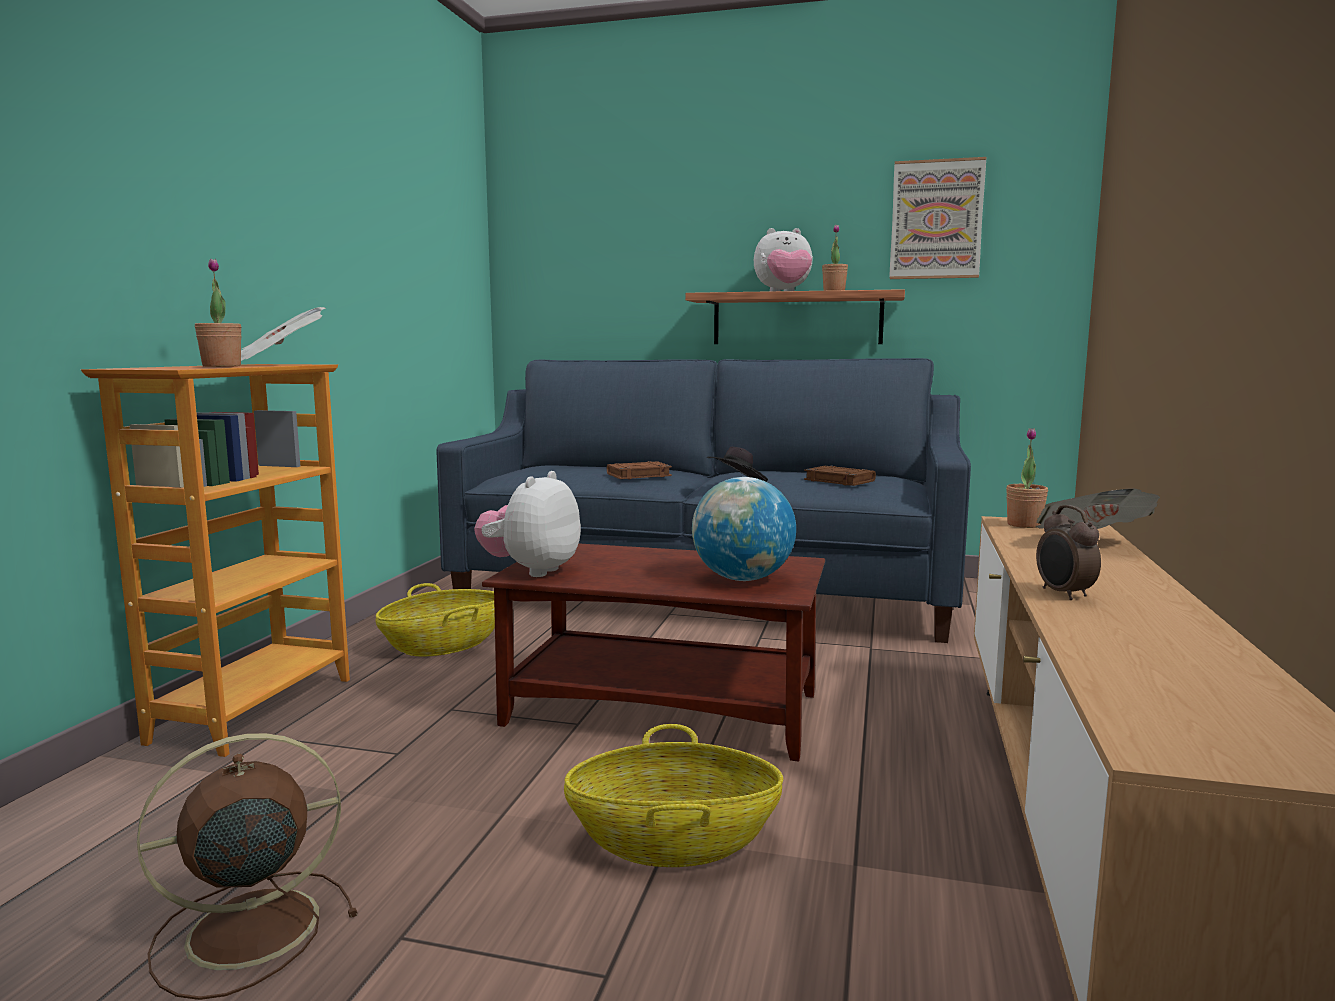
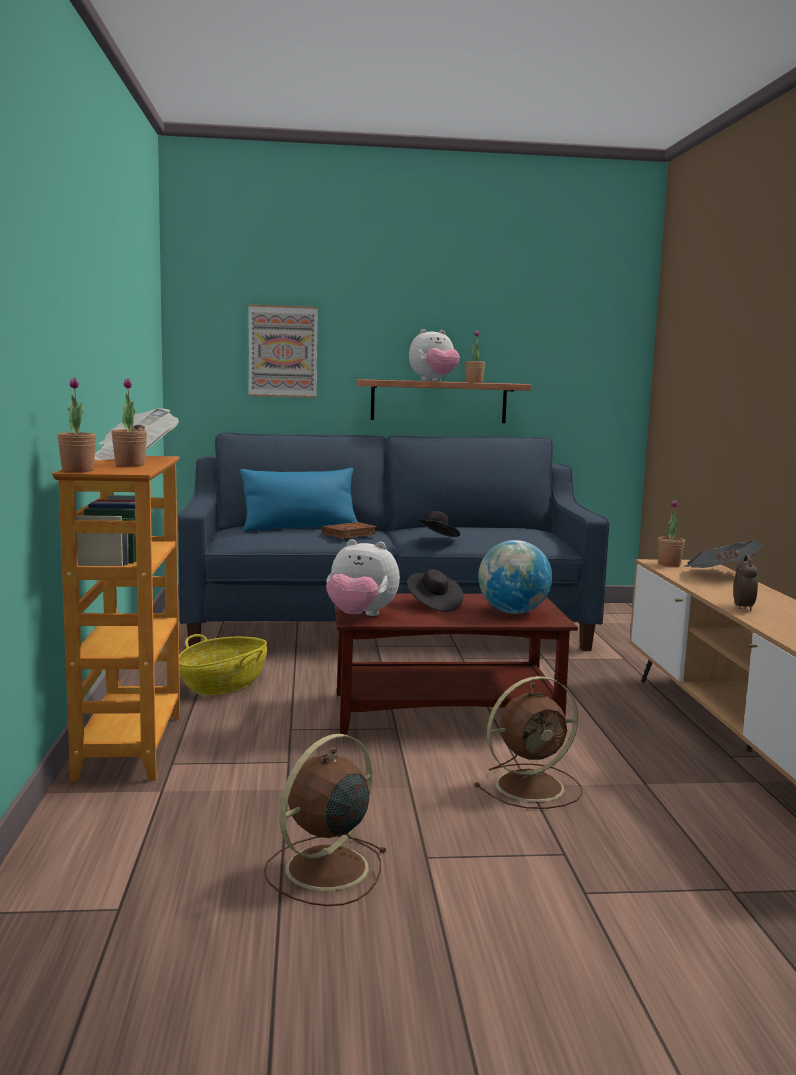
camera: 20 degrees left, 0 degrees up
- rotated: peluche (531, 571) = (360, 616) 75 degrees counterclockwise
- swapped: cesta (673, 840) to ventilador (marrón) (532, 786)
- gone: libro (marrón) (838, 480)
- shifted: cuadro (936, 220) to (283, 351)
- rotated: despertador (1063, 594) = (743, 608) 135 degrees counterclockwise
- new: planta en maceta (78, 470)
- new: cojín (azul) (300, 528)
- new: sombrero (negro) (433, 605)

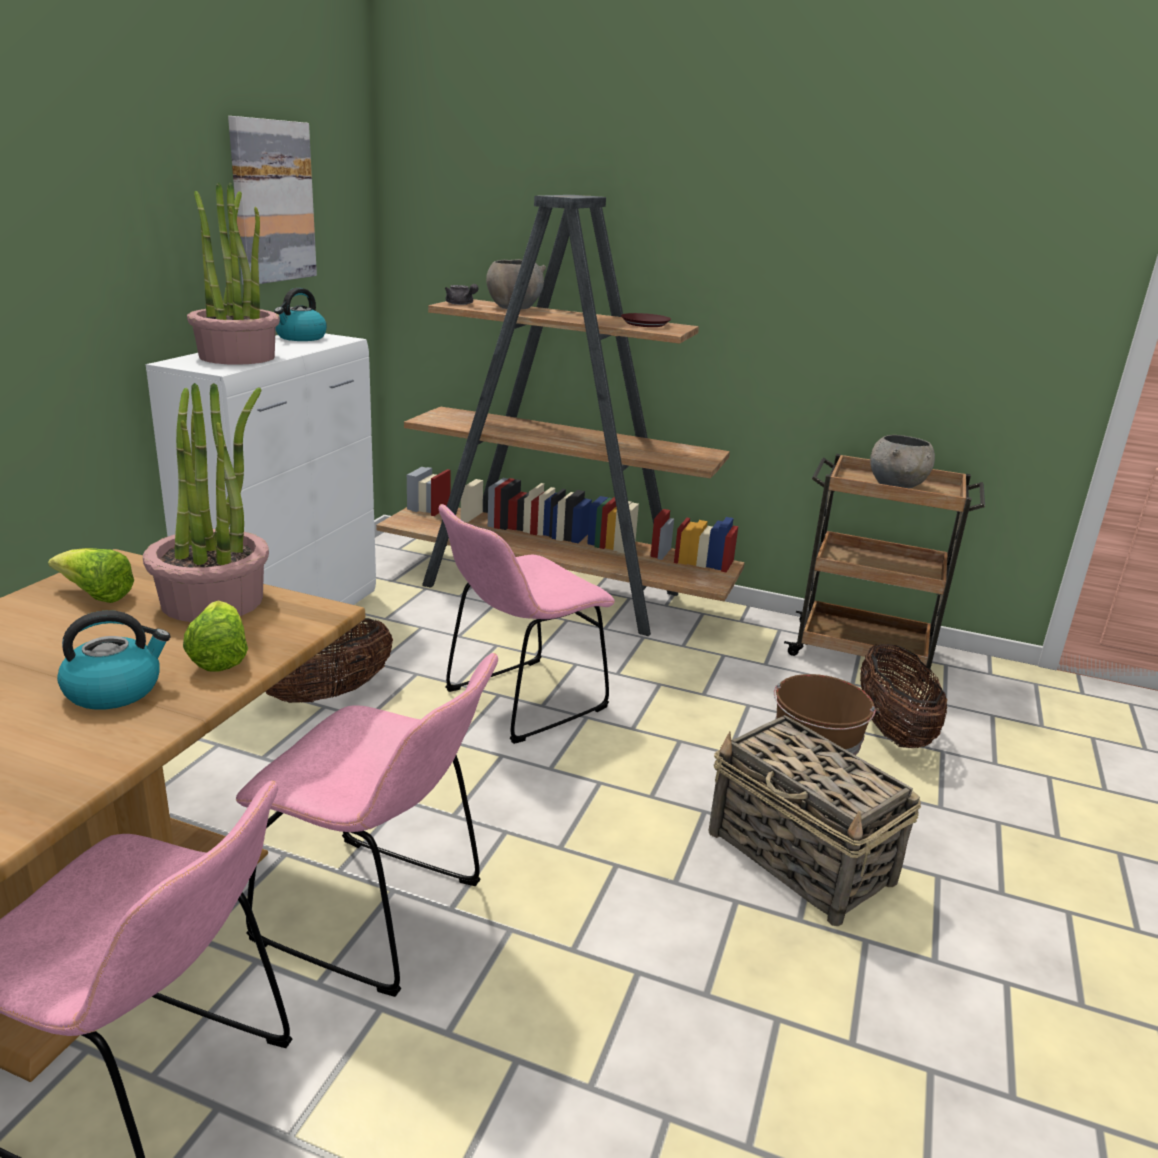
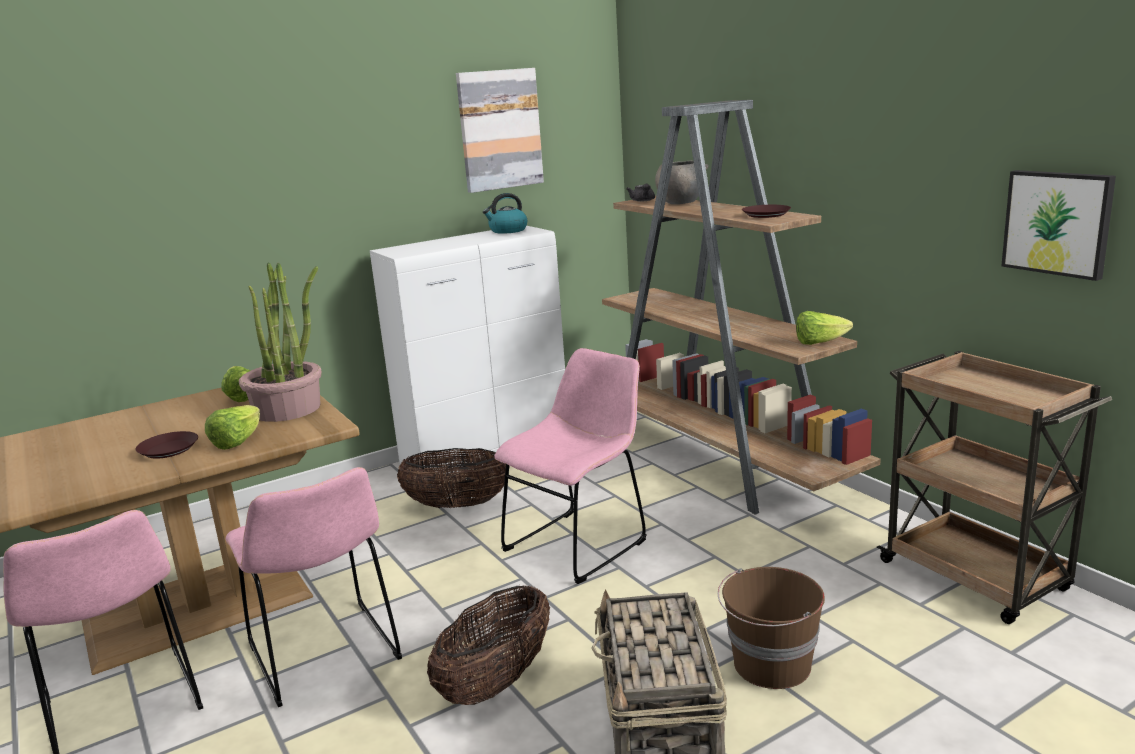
camera: 40 degrees right, 5 degrees down
- swapped: hervidor (115, 690) to plato (marrón) (168, 449)
- gone: planta en maceta (237, 356)
- rotated: silla (rosa) (519, 702) = (580, 543) 135 degrees clockwise
- shifted: cesta (892, 730) to (496, 682)
- gone: cuenco (gris) (897, 486)
- new: lechuga (819, 343)
- new: cuadro (1058, 223)

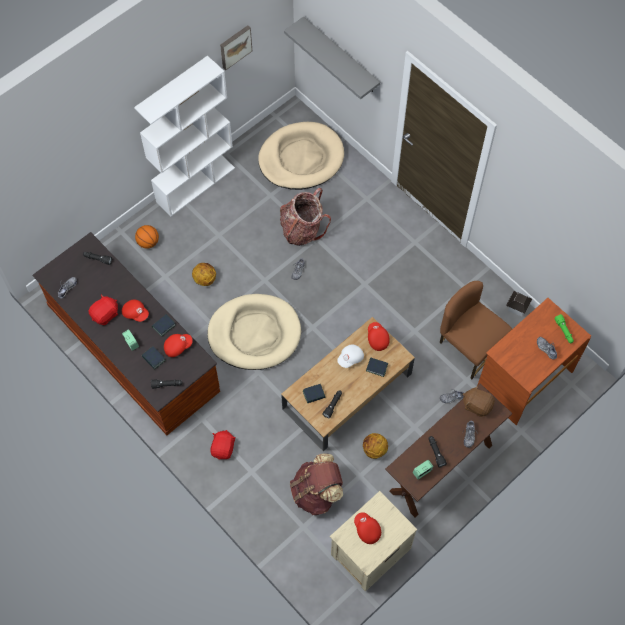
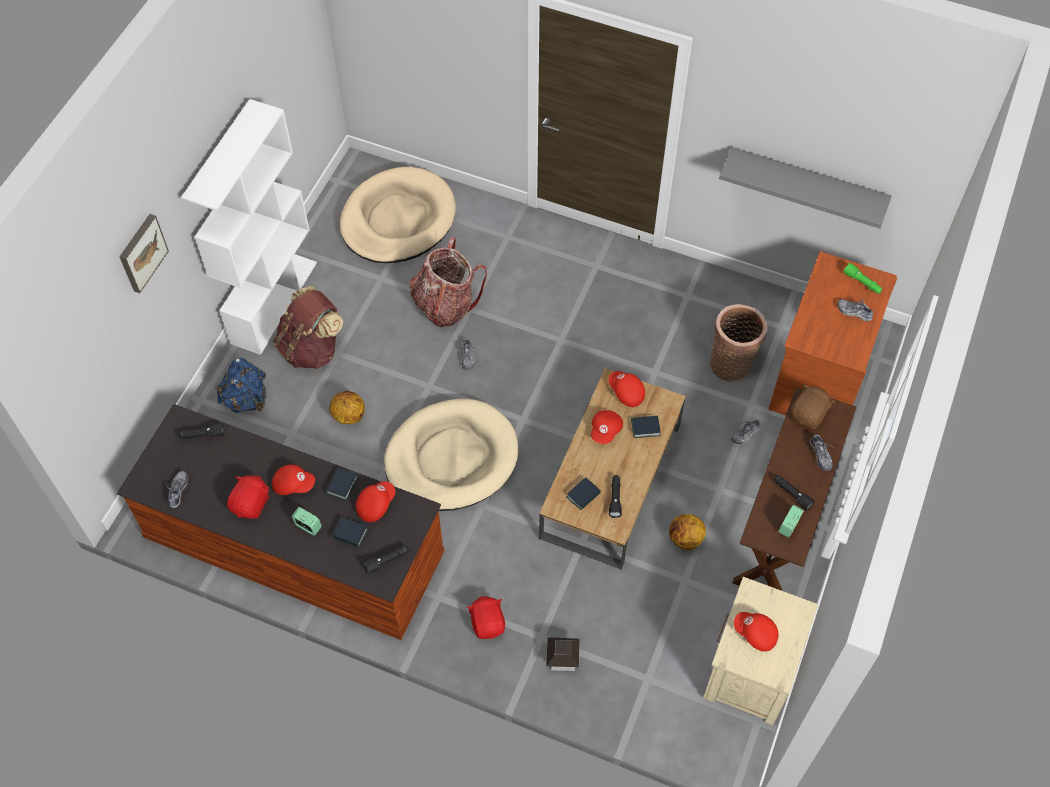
camera: 25 degrees left, 5 degrees down
- swapped: balón de baloncesto (148, 242) to mochila (azul) (246, 399)
- shifted: cuadro (235, 46) to (141, 252)
- shifted: estante (gris) (341, 56) to (807, 182)
- shifted: mochila (marrón) (316, 492) to (311, 348)
- repainted: gorra (blanco) (350, 358) to gorra (rojo) (606, 430)
- swapped: silla (marrón) (469, 346) to cesta (732, 363)
- rotated: peluche (marrón) (477, 405) = (809, 414) 120 degrees clockwise
- shifted: casita (517, 307) to (562, 658)

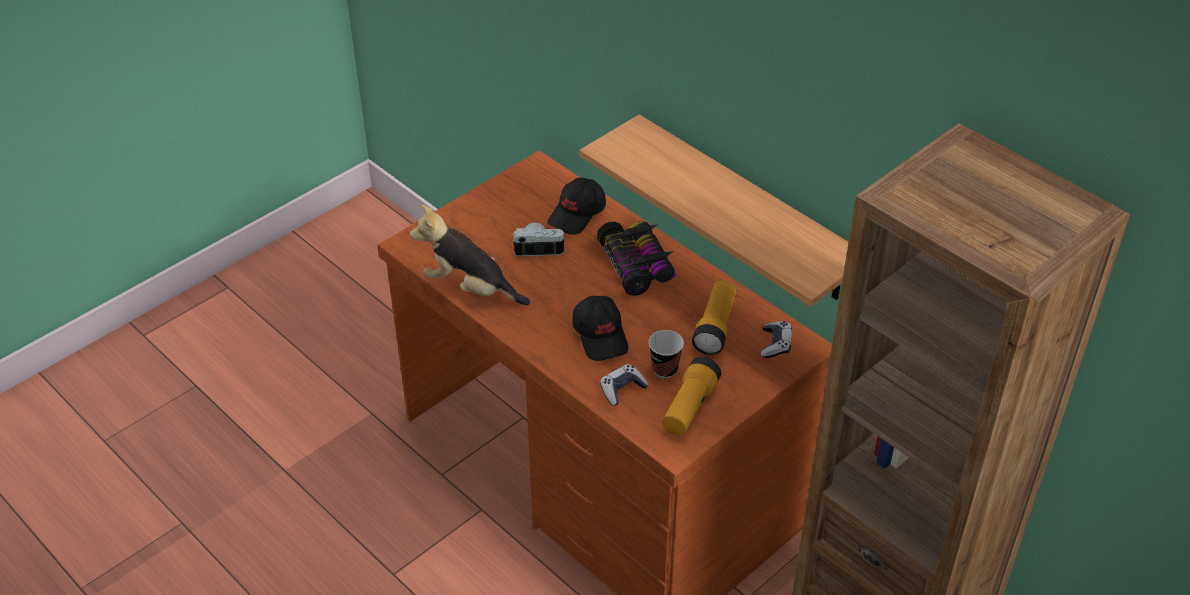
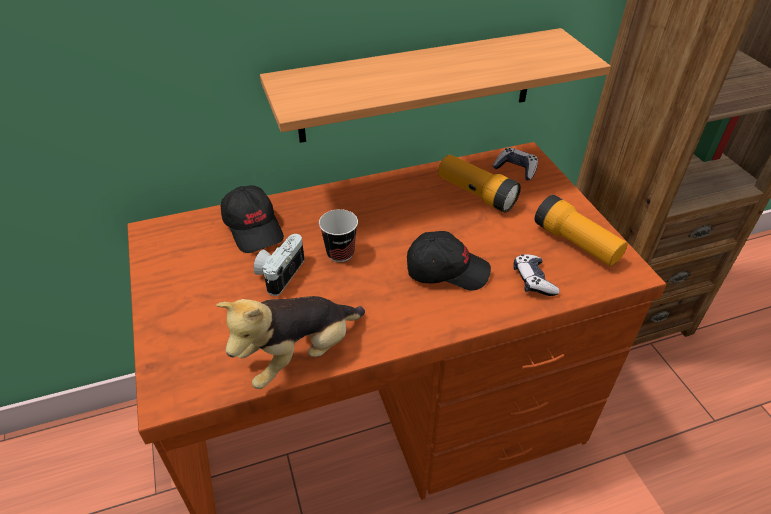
camera: 65 degrees left, 0 degrees up
- gone: coche de juguete (638, 264)
- shifted: taza (664, 369) to (340, 253)

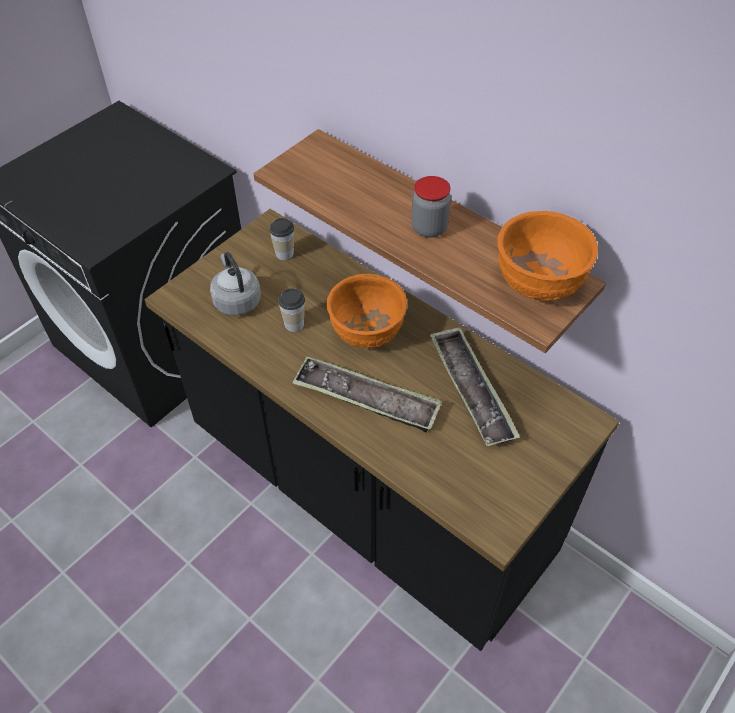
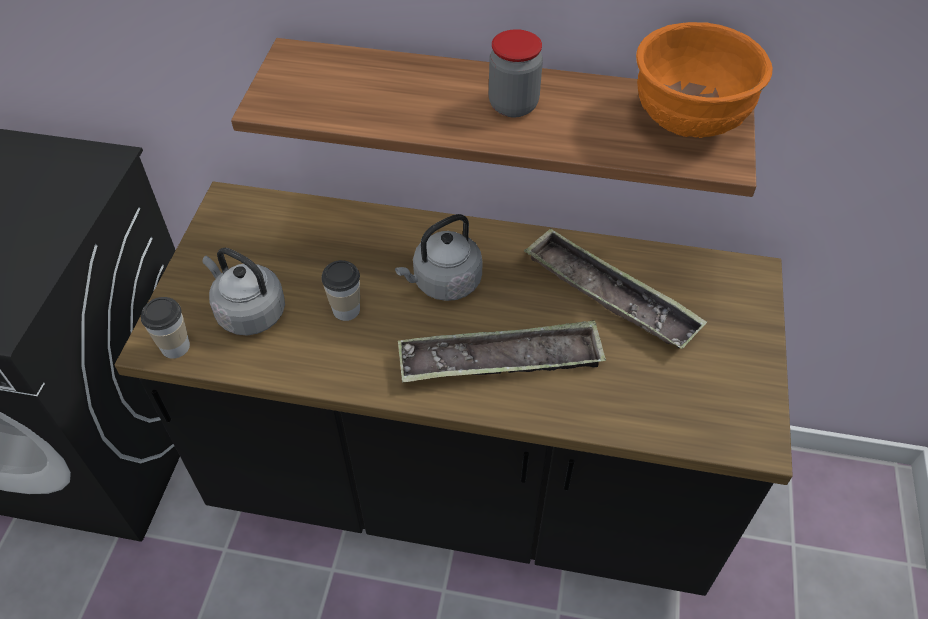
camera: 30 degrees left, 0 degrees up
- shifted: taza (284, 253) to (175, 346)
- swapped: cuenco (naranja) (366, 333) to hervidor (gris) (444, 283)

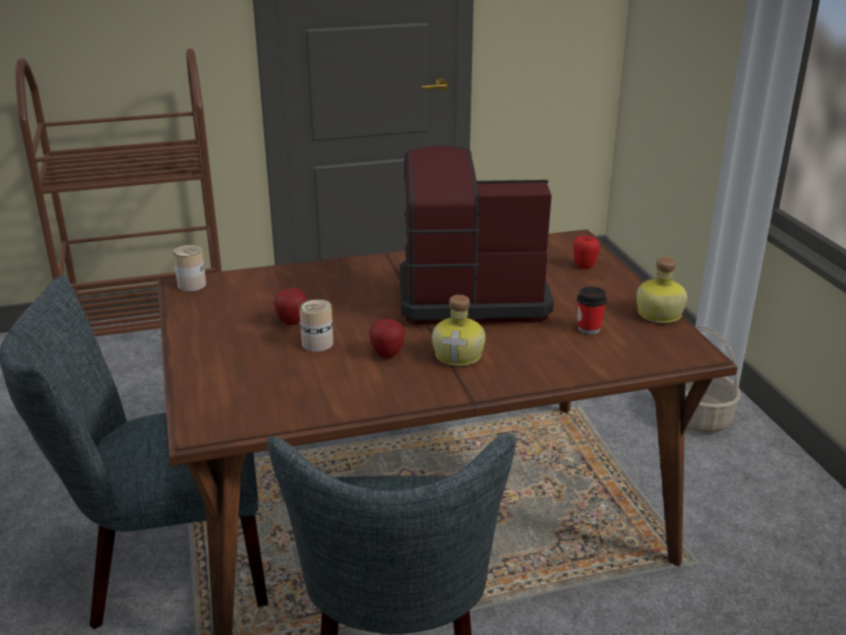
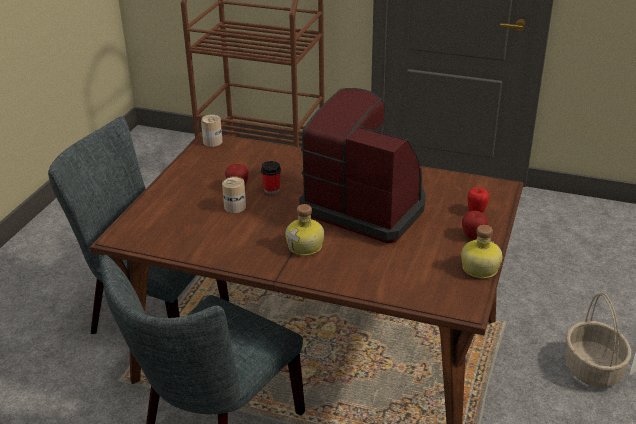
camera: 35 degrees right, 5 degrees up
- shifted: manzana (387, 354) to (473, 236)
- shifted: taza (589, 329) to (271, 190)

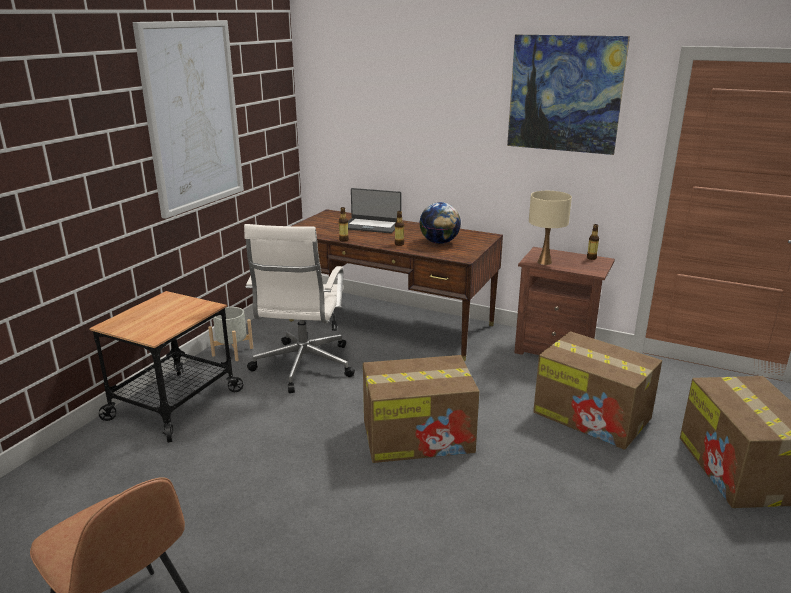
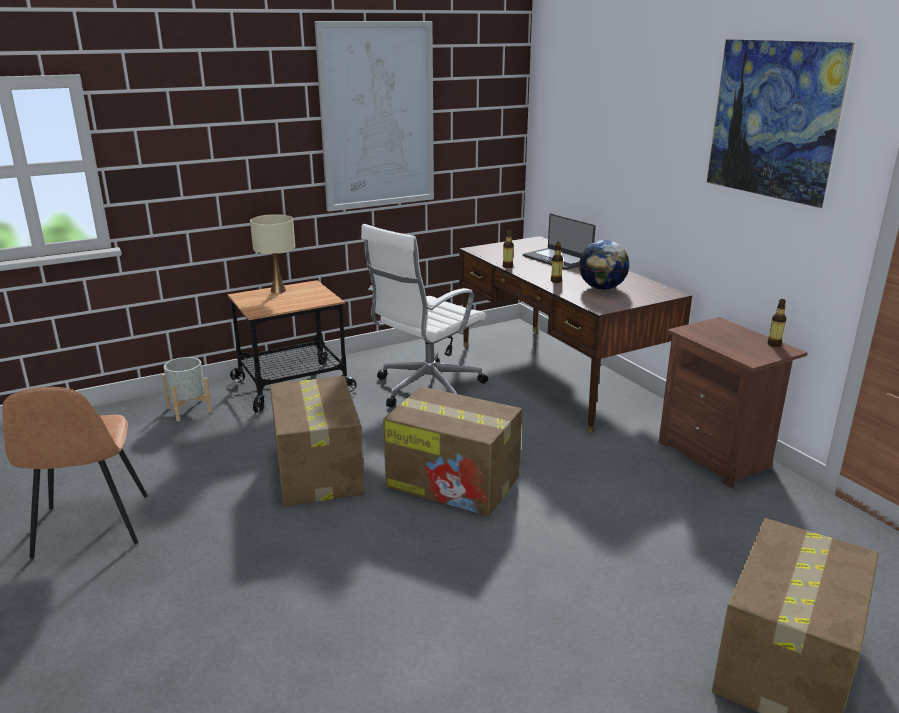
camera: 35 degrees right, 0 degrees up
- shifted: maceta (gris) (232, 352) to (189, 410)
- shifted: lámpara de mesa (beis) (544, 262) to (278, 290)
- shifted: caja de cartón (593, 416) to (318, 471)

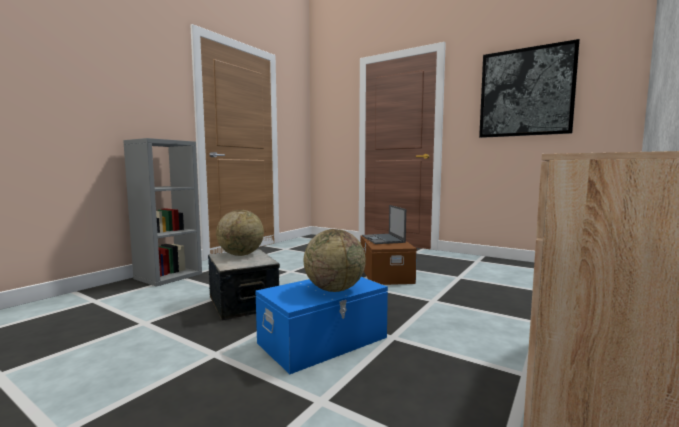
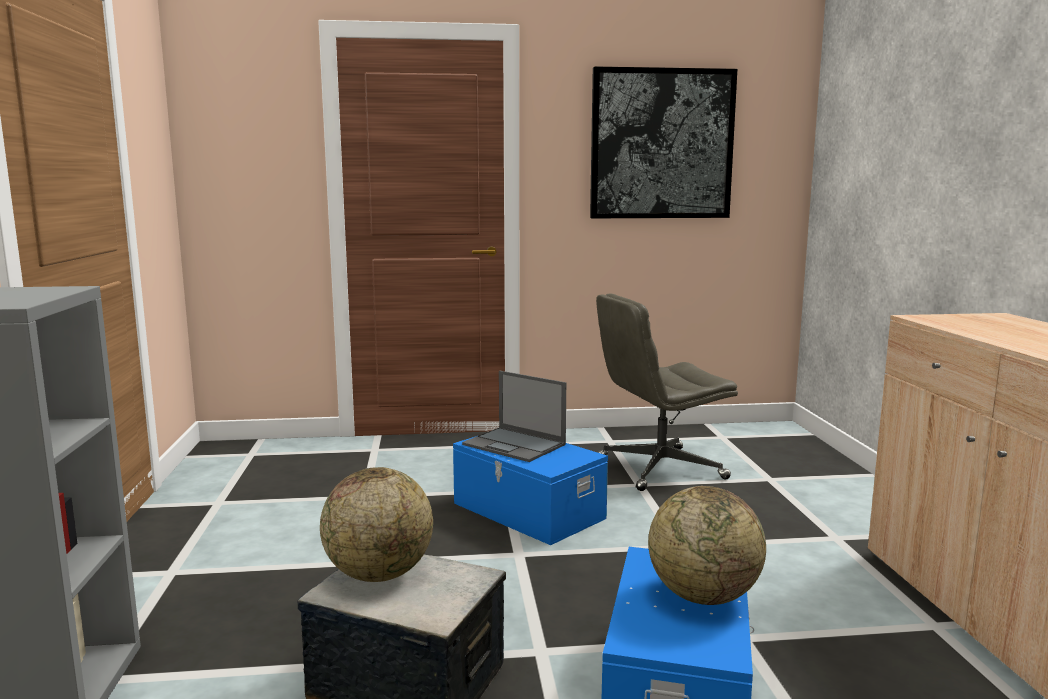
camera: 40 degrees left, 5 degrees up
- repainted: caja de almacenaje (marrón) (384, 273) to caja de almacenaje (azul) (527, 511)
- new: silla de oficina (gris) (659, 469)

